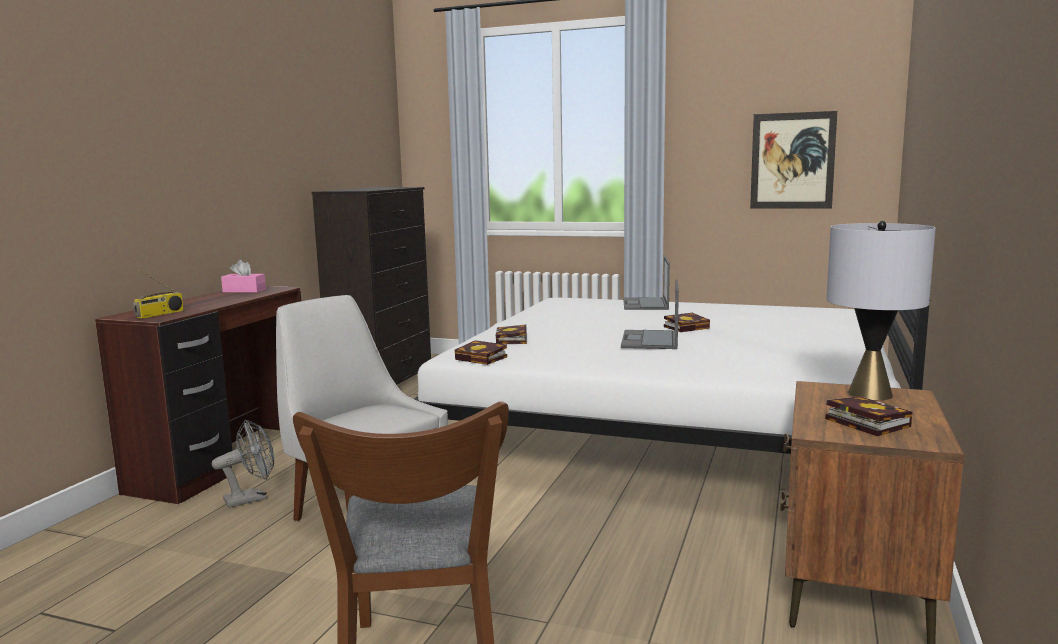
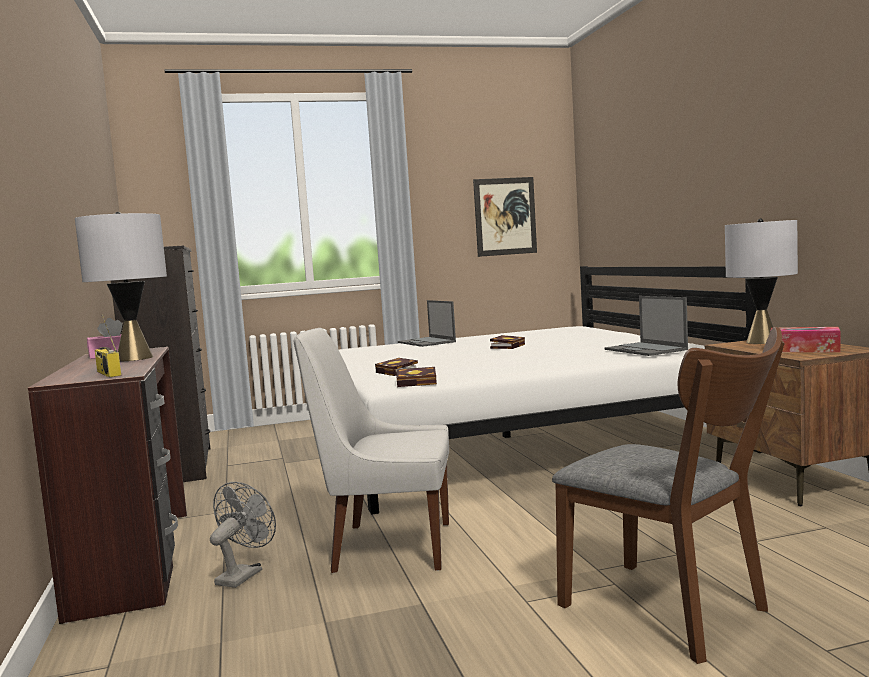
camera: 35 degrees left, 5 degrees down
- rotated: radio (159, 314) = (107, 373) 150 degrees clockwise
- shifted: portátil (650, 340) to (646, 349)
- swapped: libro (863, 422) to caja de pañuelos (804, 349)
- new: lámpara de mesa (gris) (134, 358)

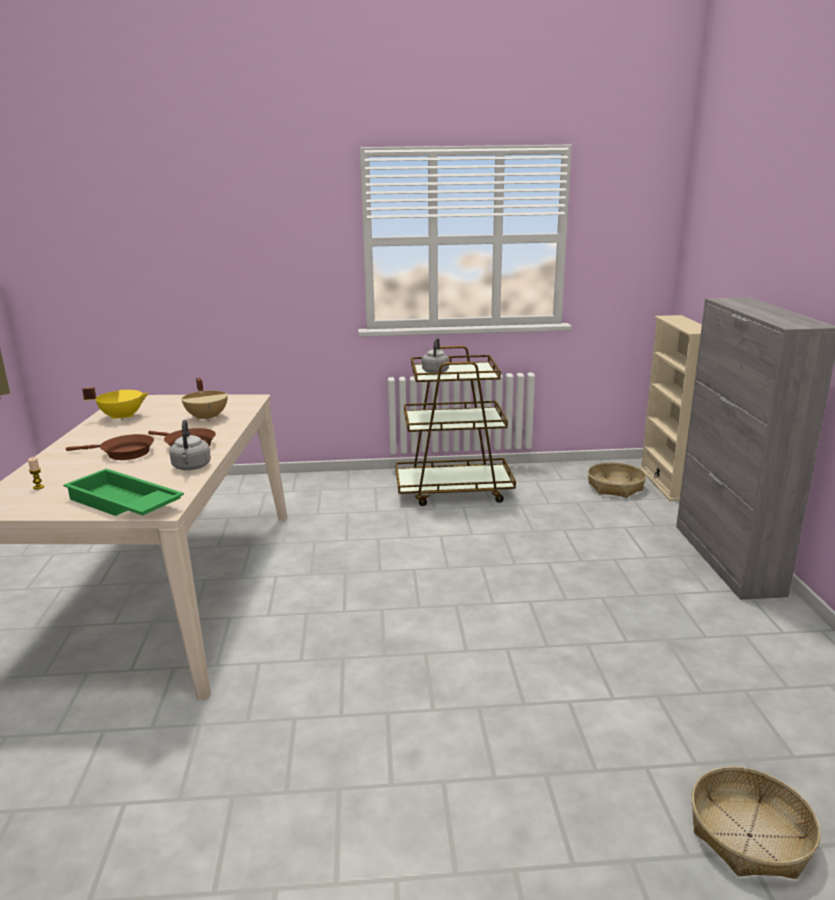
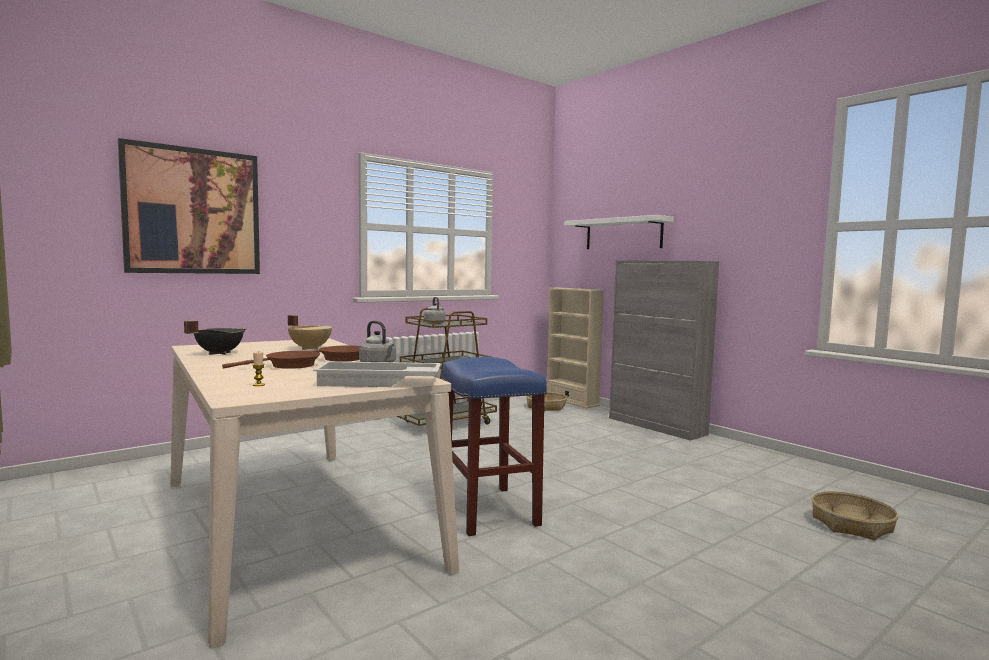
camera: 35 degrees left, 15 degrees down
- repainted: bandeja (verde) (122, 504) to bandeja (blanco) (378, 382)
- repainted: olla (amarillo) (122, 417) to olla (negro) (218, 353)
- new: cuadro (193, 211)
- new: taburete (azul) (490, 511)
- new: estante (blanco) (623, 234)

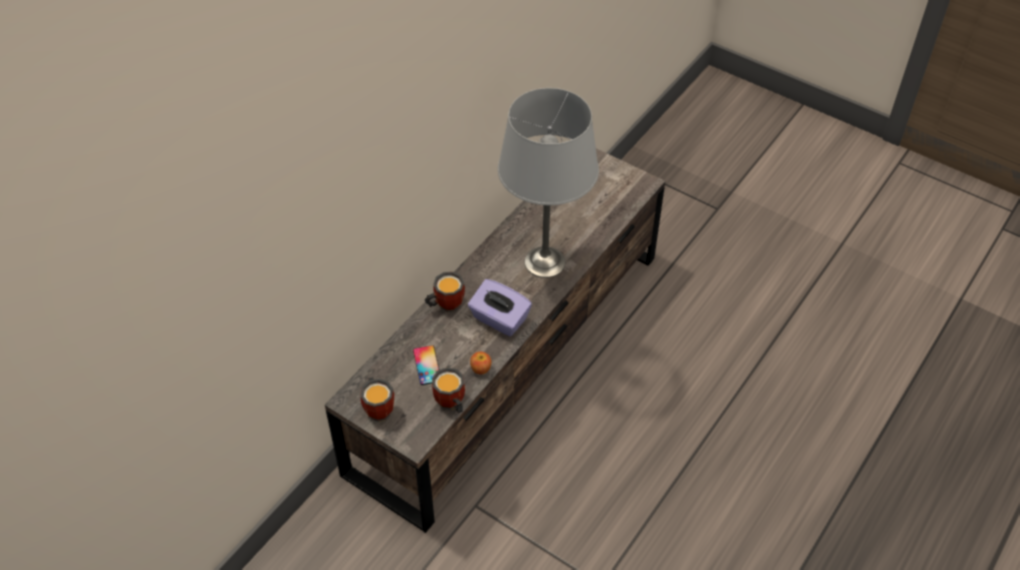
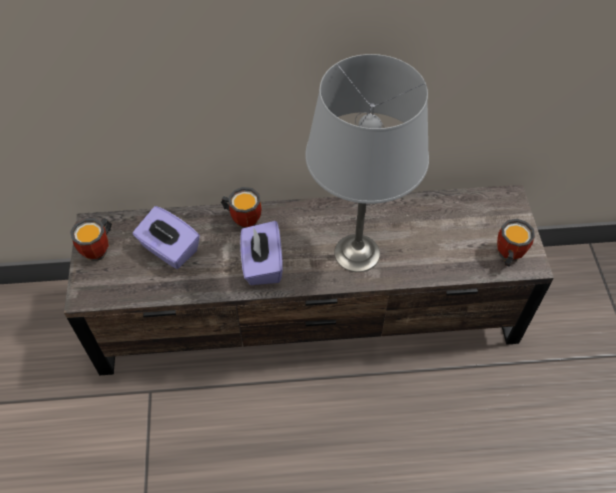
camera: 50 degrees right, 5 degrees up
- swapped: móvil (427, 365) to caja de pañuelos (morado) (169, 250)
- shifted: taza grande (450, 405) to (506, 256)
- gone: manzana (481, 369)

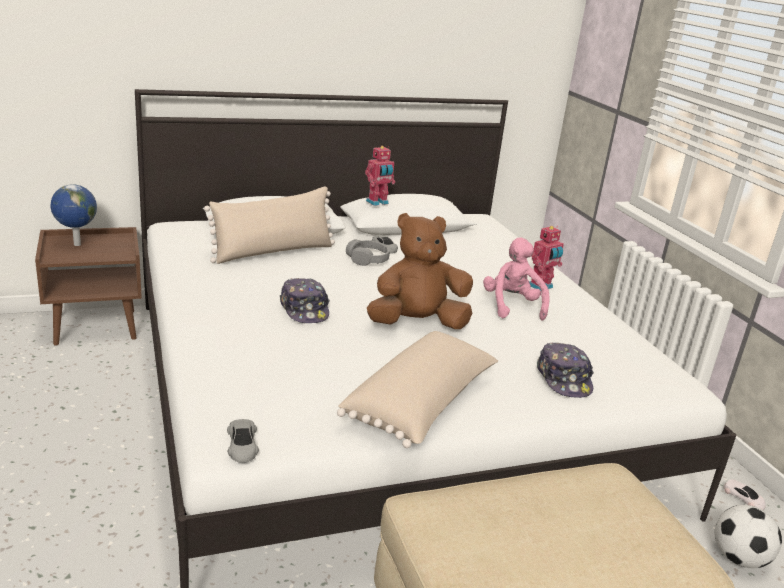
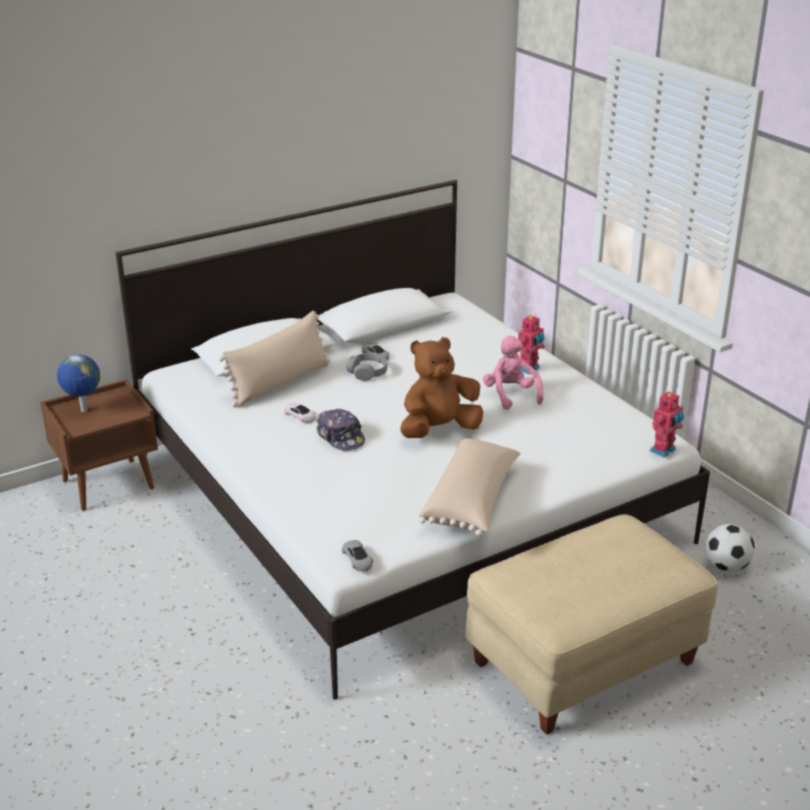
camera: 10 degrees left, 5 degrees up
- shifted: robot de juguete (378, 203) to (664, 451)
- gone: gorra (564, 379)
- shifted: coche de juguete (blanco) (743, 498) to (300, 415)

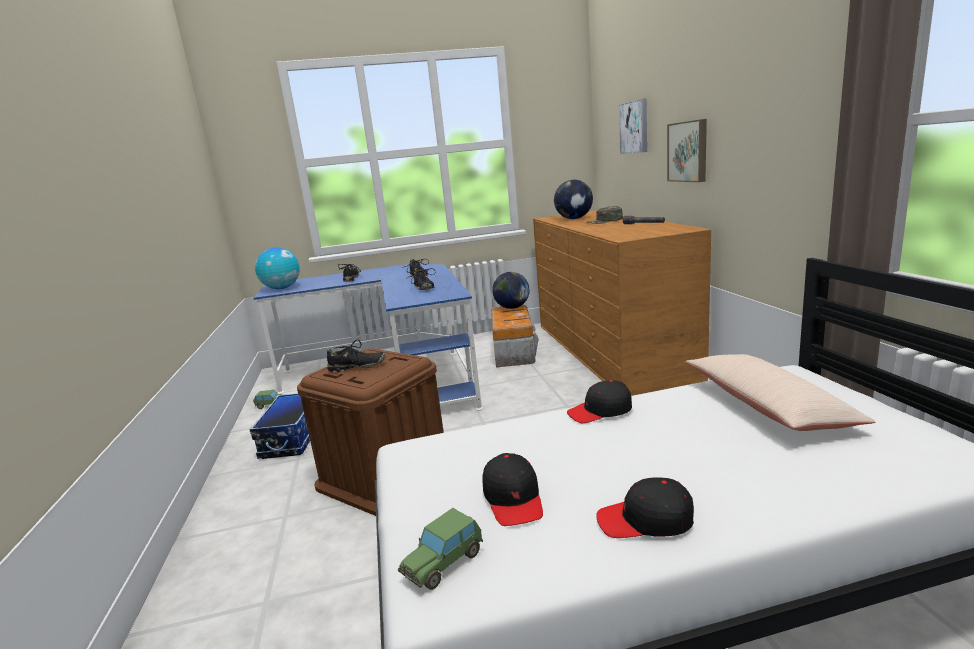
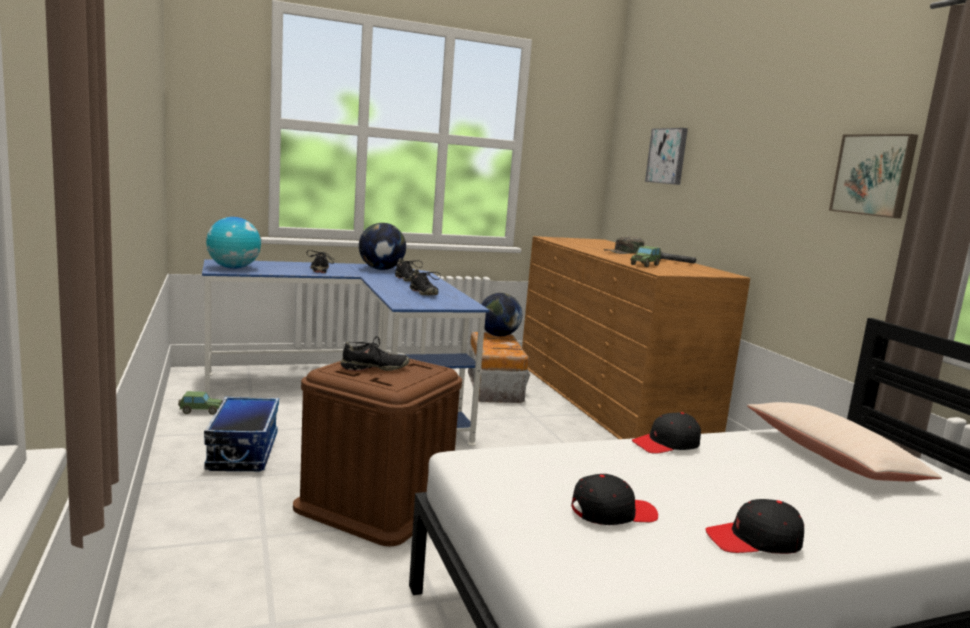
camera: 10 degrees left, 5 degrees down
- shifted: coche de juguete (444, 563) to (645, 265)
- rotated: gorra (negro) (513, 499) = (612, 513) 90 degrees counterclockwise
- shifted: globo terráqueo (574, 218) to (381, 269)
- shifted: cuadro (688, 151) to (874, 175)

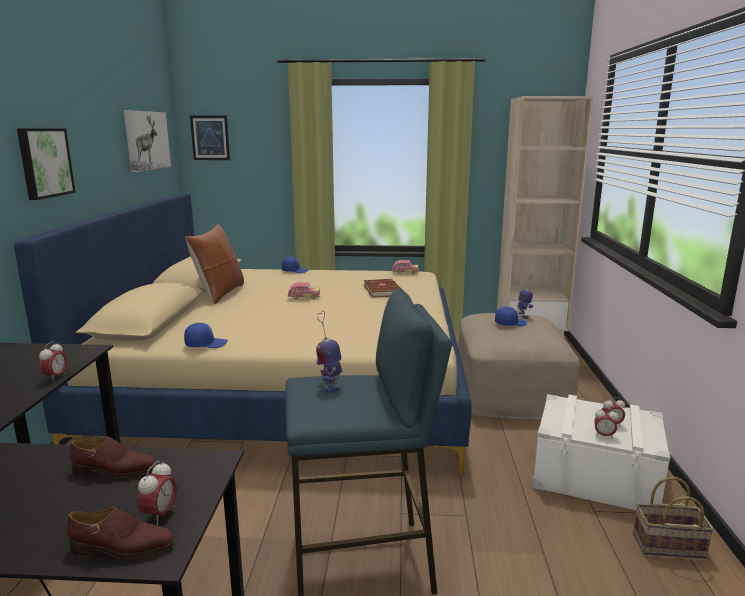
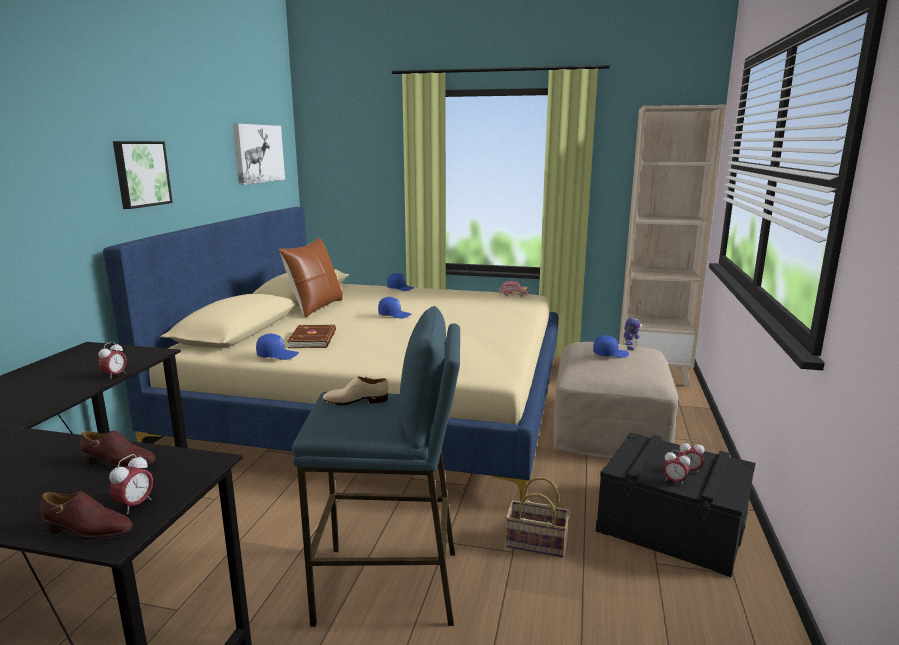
camera: 10 degrees right, 0 degrees up
- gone: cuadro (210, 138)
- swapped: coche de juguete (304, 297) to gorra (azul) (394, 315)
- swapped: robot de juguete (329, 385) to zapato (beis) (355, 401)
- shifted: libro (marrón) (383, 290) to (314, 339)
- repainted: caja de almacenaje (blanco) (595, 475) to caja de almacenaje (negro) (672, 525)
- shifted: cesta (667, 546) to (534, 543)

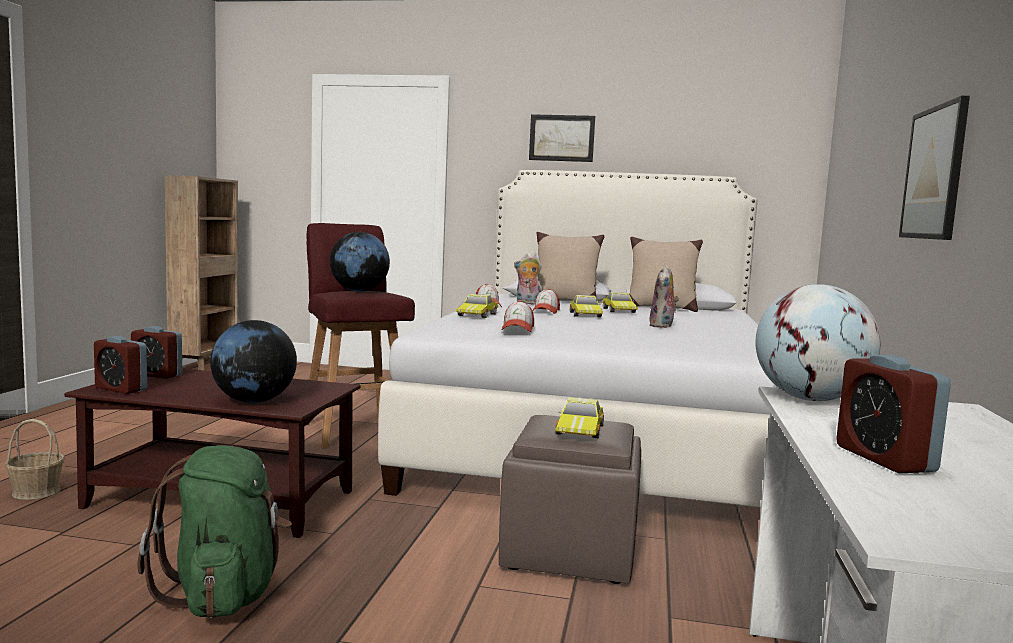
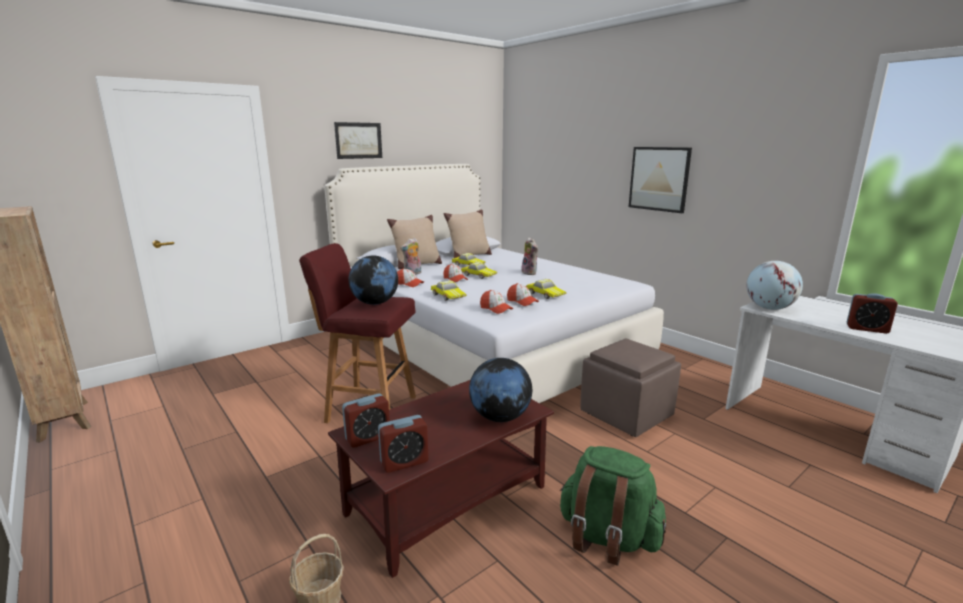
camera: 50 degrees left, 10 degrees up
- shifted: coche de juguete (581, 430) to (545, 294)
- new: gorra (496, 309)

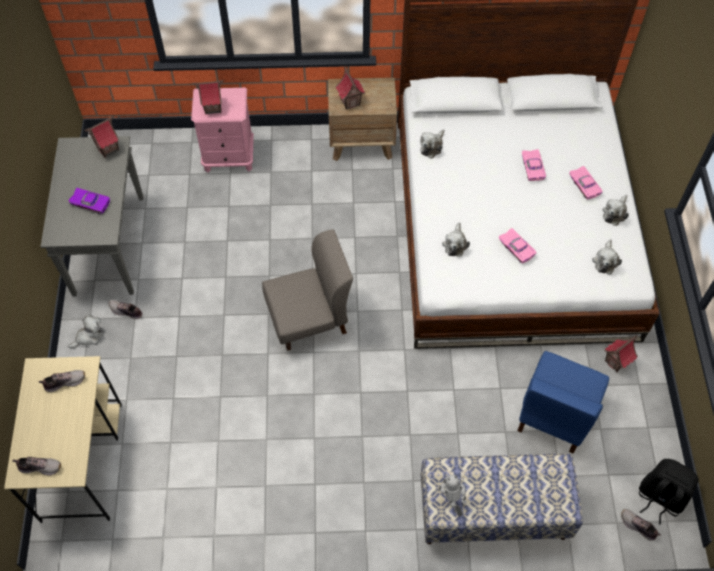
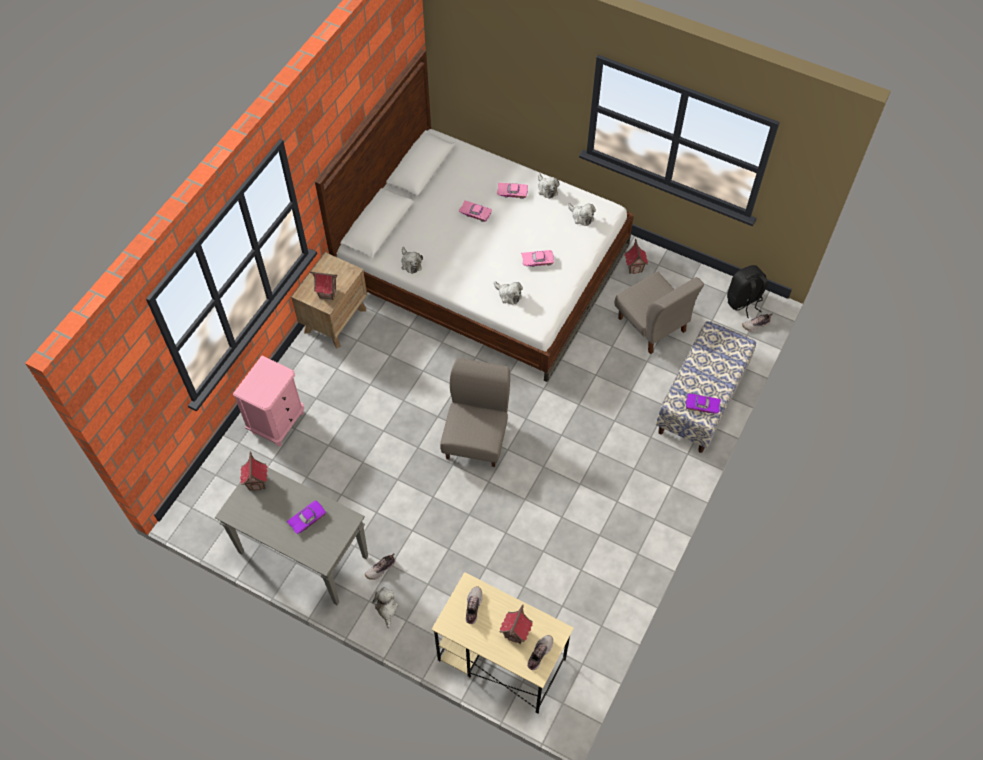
camera: 60 degrees left, 0 degrees up
- shifted: casita (213, 108) to (516, 633)
- swapped: robot de juguete (451, 501) to coche de juguete (morado) (702, 406)
- repainted: silla (azul) (555, 414) to silla (gris) (652, 325)

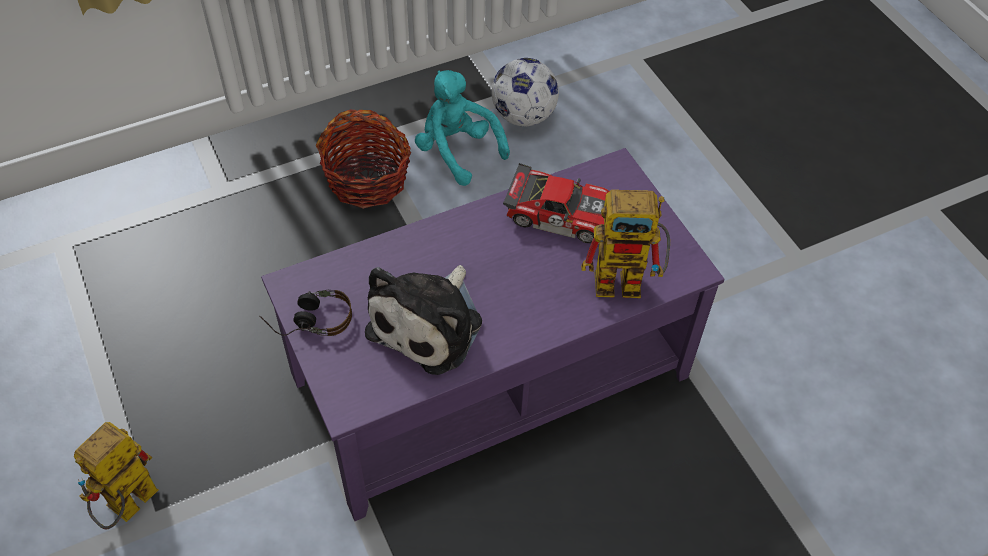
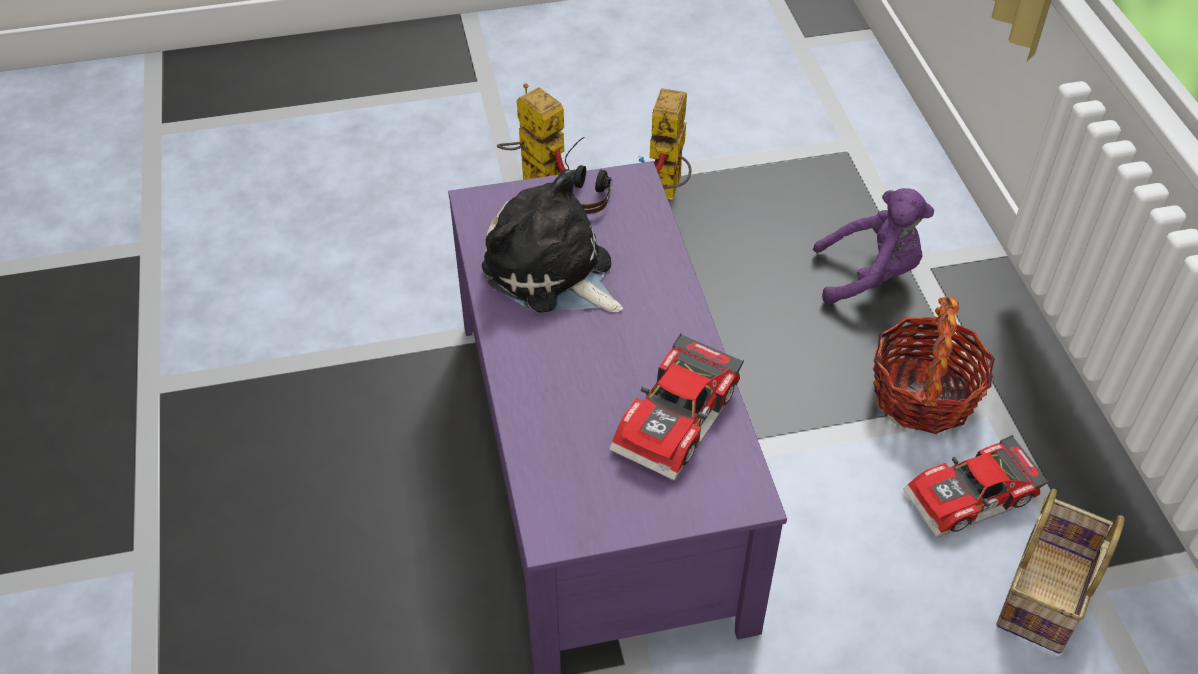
camera: 105 degrees right, 5 degrees down
- swapped: peluche (turquesa) (457, 151) to coche de juguete (973, 499)
- swapped: balón de fútbol (524, 116) to cesta (1046, 597)
- shifted: robot de juguete (628, 280) to (666, 193)
- new: peluche (morado) (870, 275)

